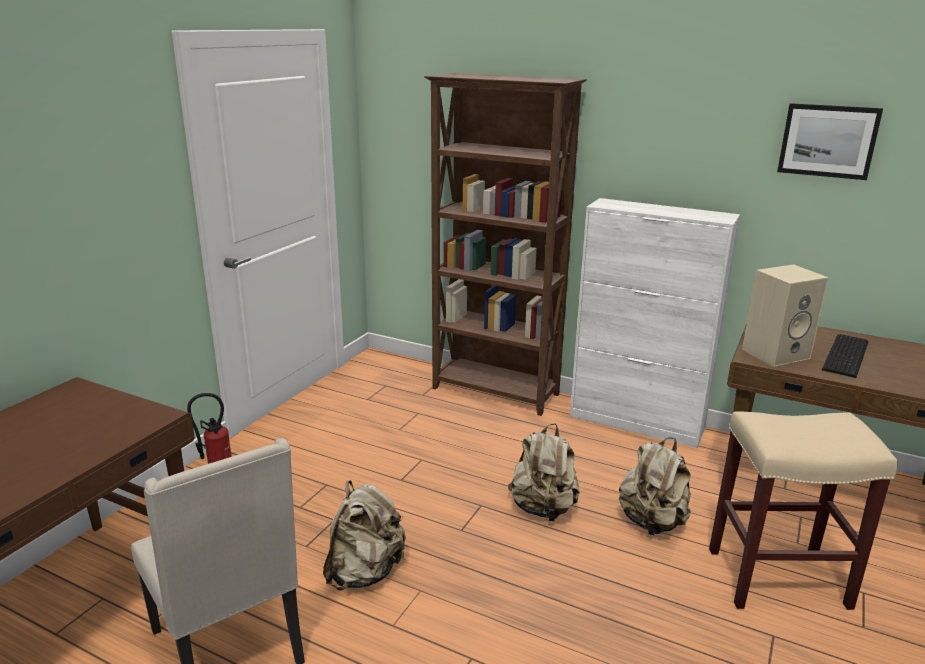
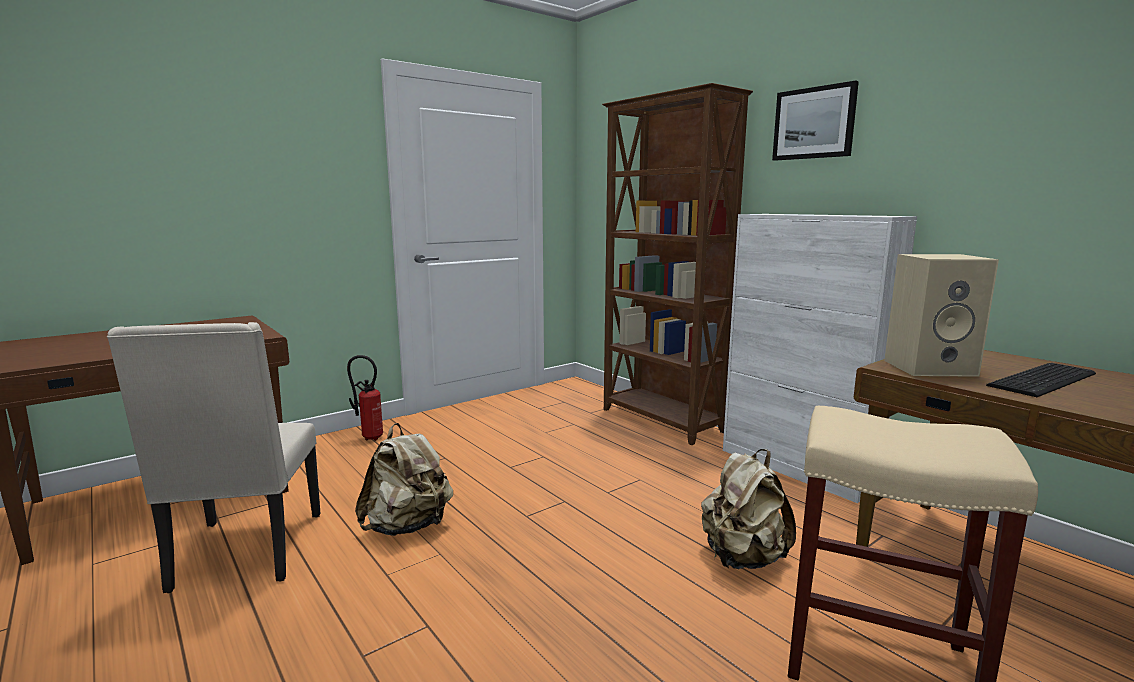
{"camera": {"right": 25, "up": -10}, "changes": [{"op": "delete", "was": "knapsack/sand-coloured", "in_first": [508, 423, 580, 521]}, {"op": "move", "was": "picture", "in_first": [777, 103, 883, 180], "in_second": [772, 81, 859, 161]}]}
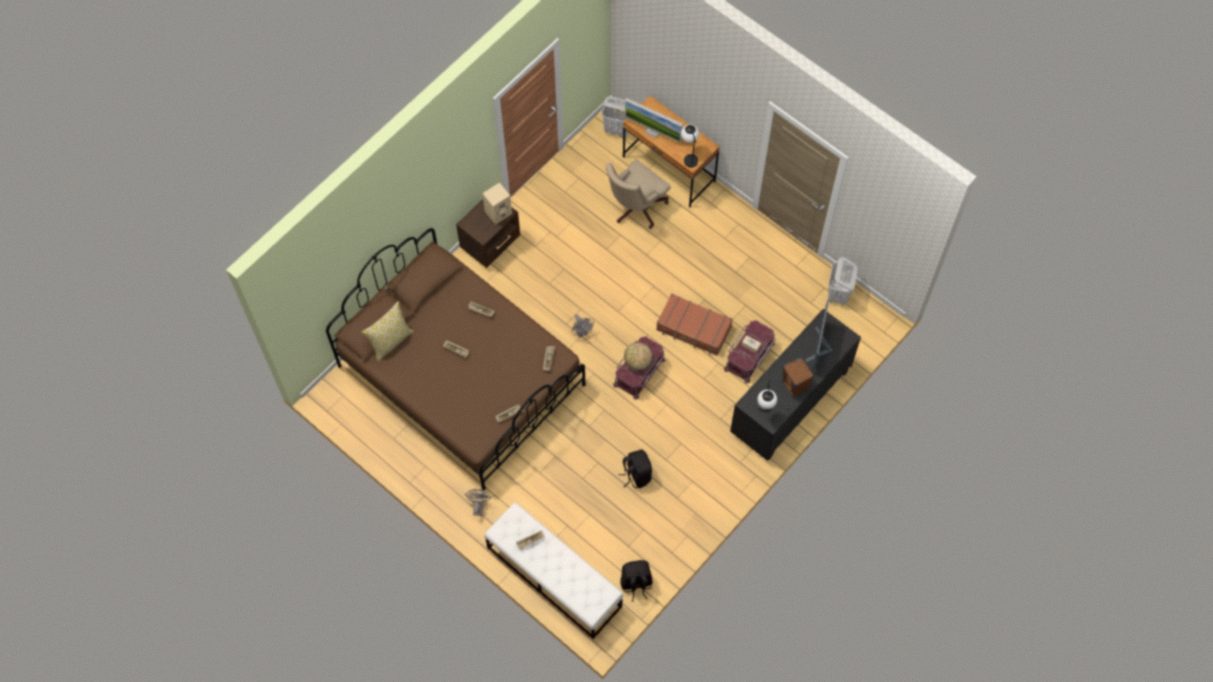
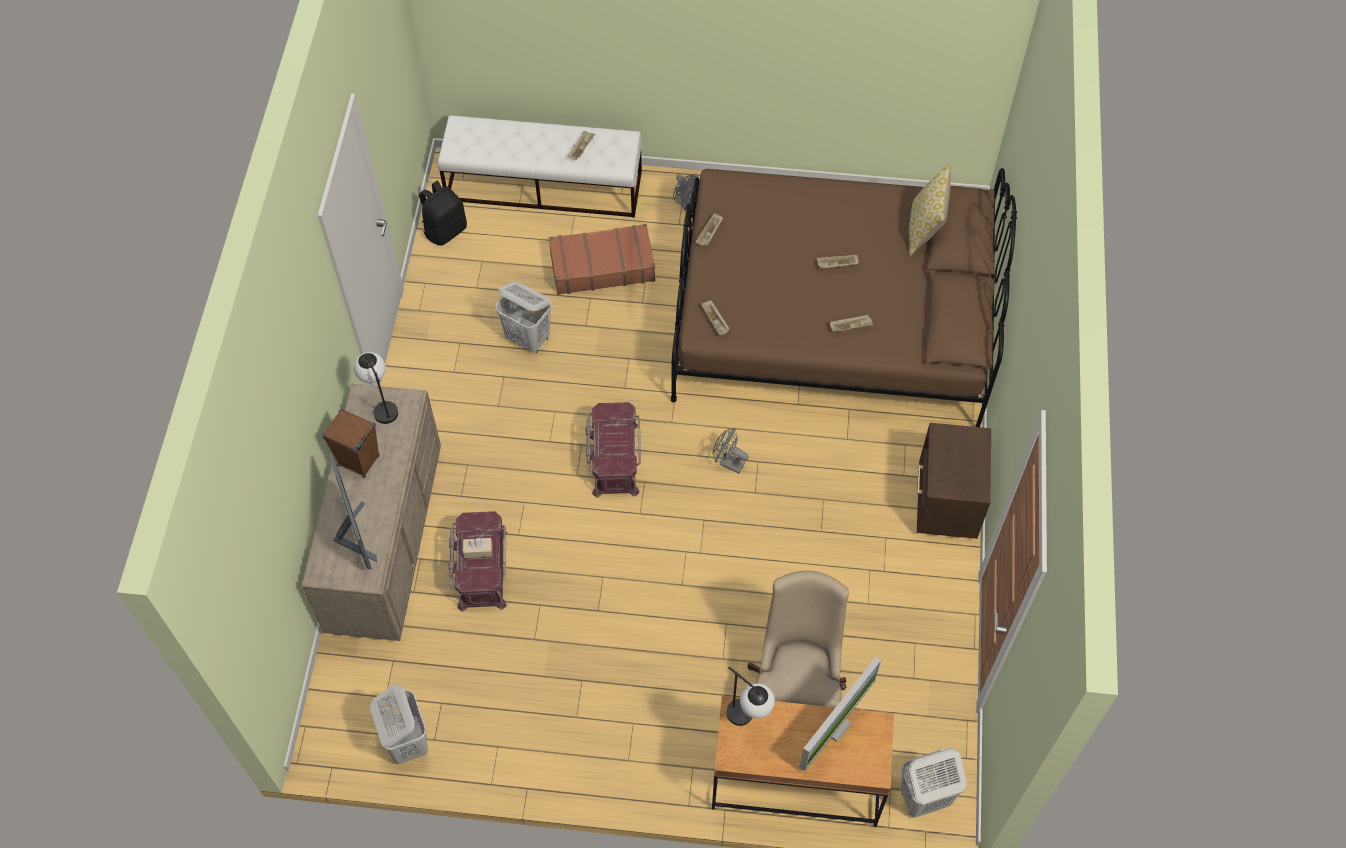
{"camera": {"right": 145, "up": -5}, "changes": [{"op": "delete", "was": "speaker/sand-coloured", "in_first": [482, 183, 512, 224]}, {"op": "replace", "was": "knapsack/blackish", "now": "washing basket/whitish", "in_first": [618, 449, 652, 489], "in_second": [495, 282, 551, 353]}, {"op": "delete", "was": "desk globe", "in_first": [624, 342, 652, 370]}, {"op": "rotate", "was": "computer screen", "in_first": [625, 98, 683, 143], "in_second": [799, 657, 881, 771], "clockwise": 135}, {"op": "move", "was": "piece of luggage/brownish", "in_first": [656, 293, 733, 356], "in_second": [549, 224, 655, 295]}, {"op": "recolor", "was": "chest of drawers/blackish", "now": "chest of drawers/sand-coloured", "in_first": [730, 309, 861, 460], "in_second": [301, 384, 441, 641]}]}
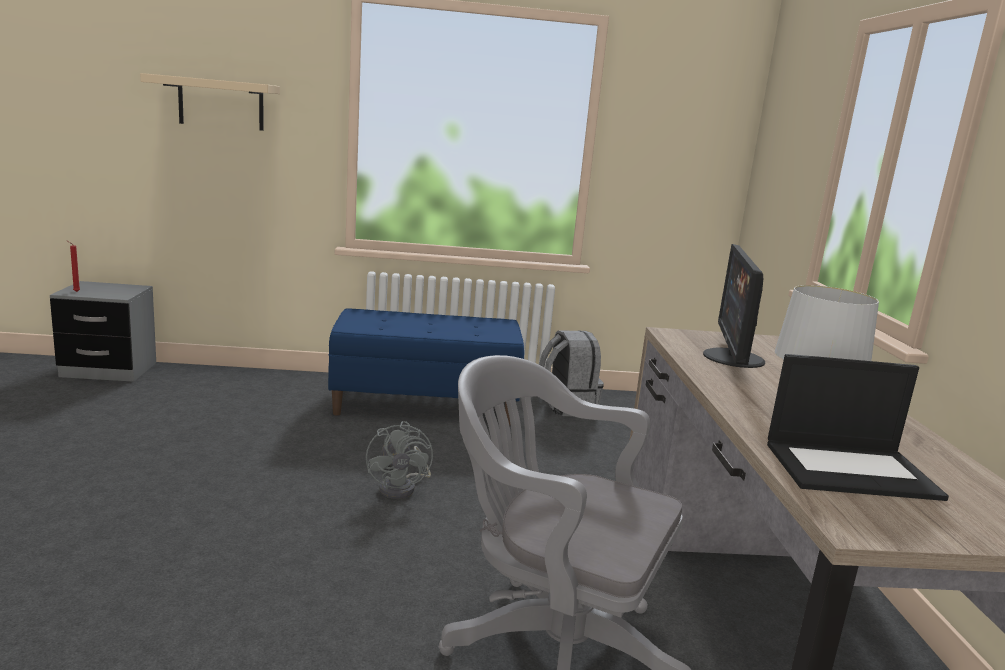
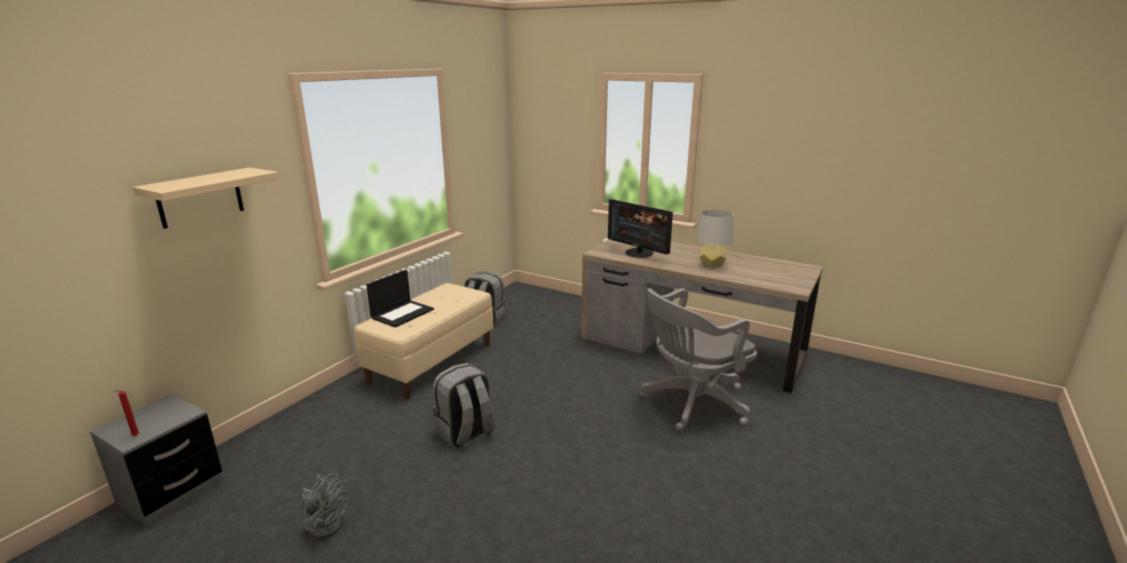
{"camera": {"right": -55, "up": 5}, "changes": [{"op": "recolor", "was": "bench/blue", "now": "bench/sand-coloured", "in_first": [328, 308, 524, 425], "in_second": [354, 283, 494, 399]}, {"op": "move", "was": "cooling fan/gray", "in_first": [366, 421, 433, 499], "in_second": [302, 473, 349, 540]}, {"op": "move", "was": "portable computer", "in_first": [767, 354, 949, 501], "in_second": [366, 270, 434, 327]}, {"op": "insert", "now": "knapsack/gray", "in_second": [433, 363, 495, 448]}]}
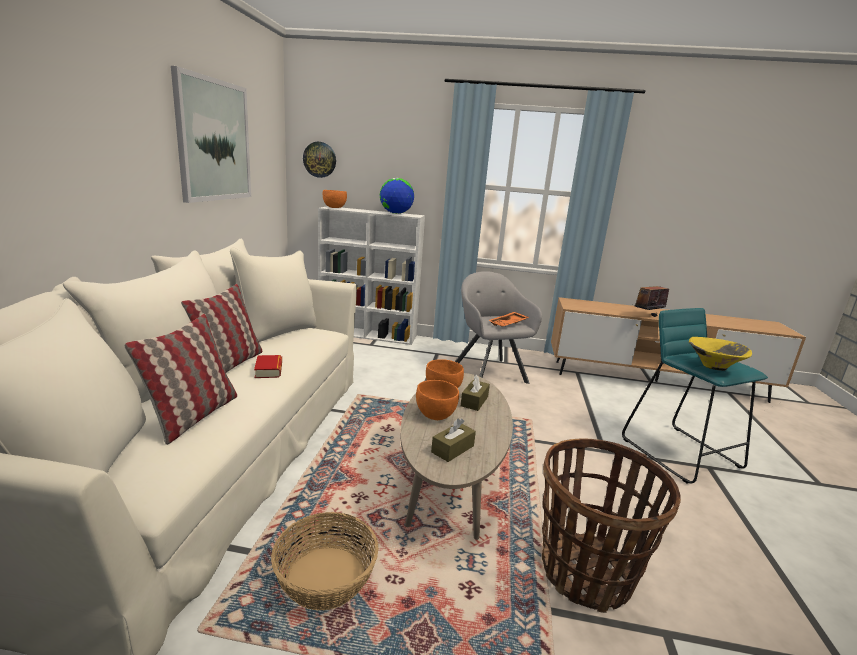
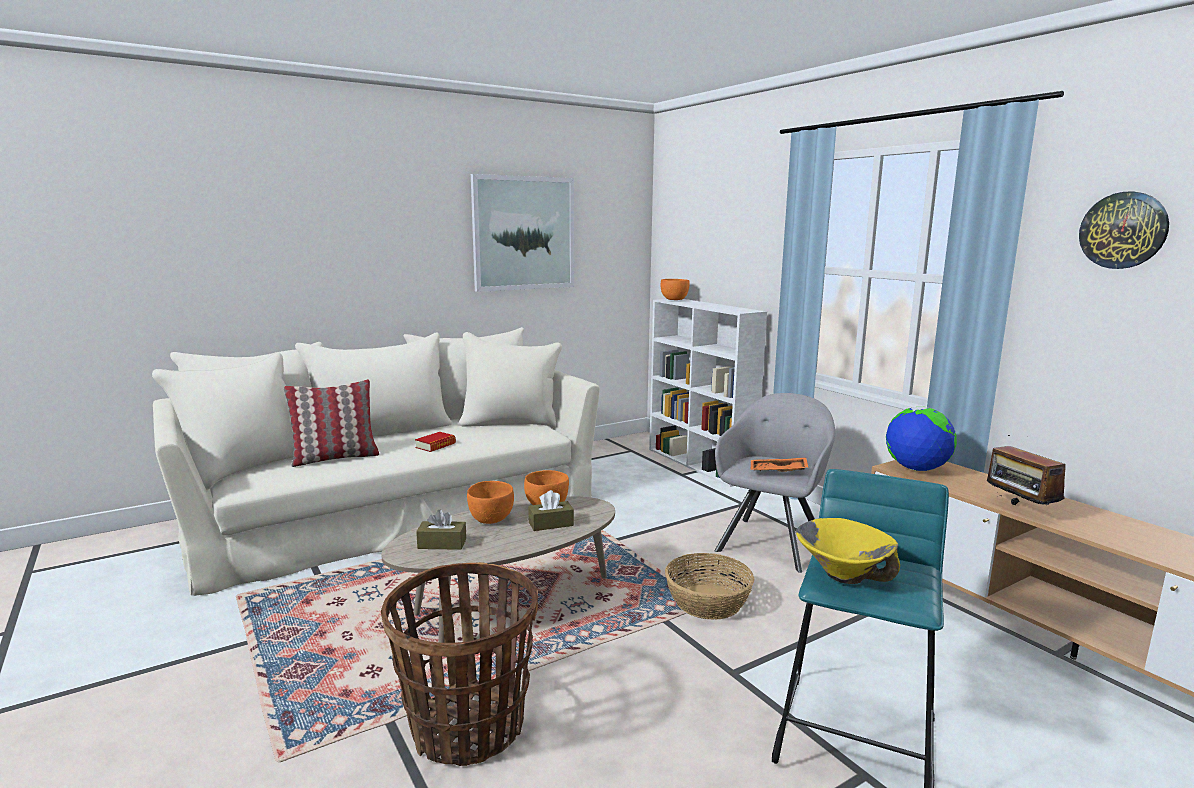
{"camera": {"right": 50, "up": -5}, "changes": [{"op": "delete", "was": "pillow", "in_first": [181, 284, 263, 372]}, {"op": "move", "was": "storage basket", "in_first": [271, 512, 379, 610], "in_second": [665, 553, 755, 620]}, {"op": "move", "was": "wall clock", "in_first": [303, 142, 336, 178], "in_second": [1079, 191, 1169, 269]}, {"op": "move", "was": "desk globe", "in_first": [380, 178, 414, 214], "in_second": [886, 407, 957, 471]}, {"op": "rotate", "was": "radio set", "in_first": [635, 279, 669, 317], "in_second": [987, 435, 1066, 505], "clockwise": -120}]}
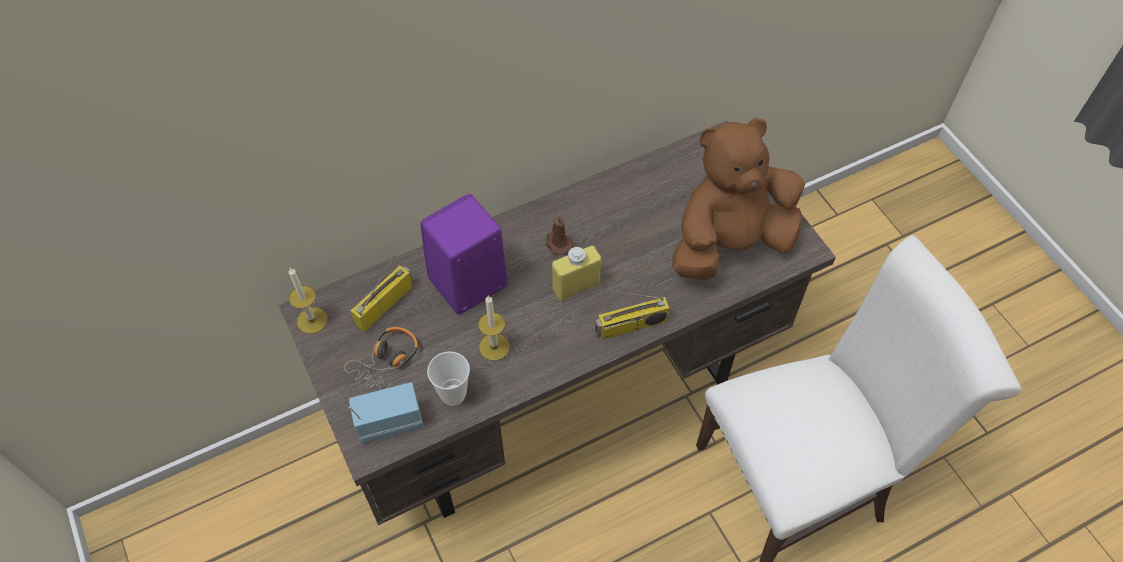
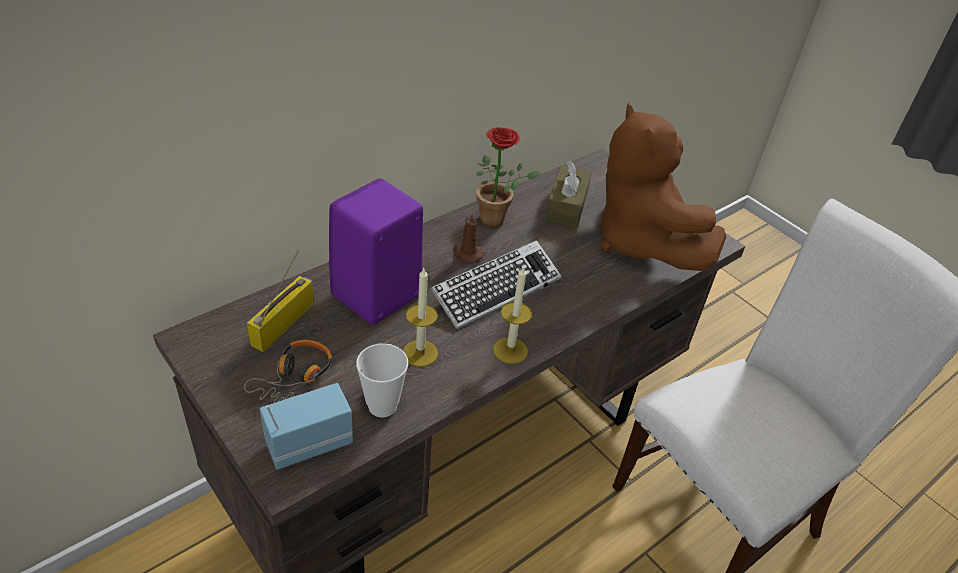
{"camera": {"right": -15, "up": -15}, "changes": [{"op": "move", "was": "candle", "in_first": [288, 268, 327, 334], "in_second": [493, 265, 532, 364]}, {"op": "replace", "was": "drink bottle/yellow-coloured", "now": "keyboard", "in_first": [552, 245, 601, 301], "in_second": [431, 240, 562, 330]}, {"op": "delete", "was": "radio set", "in_first": [595, 291, 670, 340]}, {"op": "rotate", "was": "plush toy/brownish", "in_first": [672, 118, 805, 280], "in_second": [599, 102, 726, 271], "clockwise": -75}, {"op": "insert", "now": "plant in a pot", "in_second": [476, 127, 541, 227]}, {"op": "insert", "now": "box of tissues/brownish", "in_second": [545, 161, 591, 228]}]}
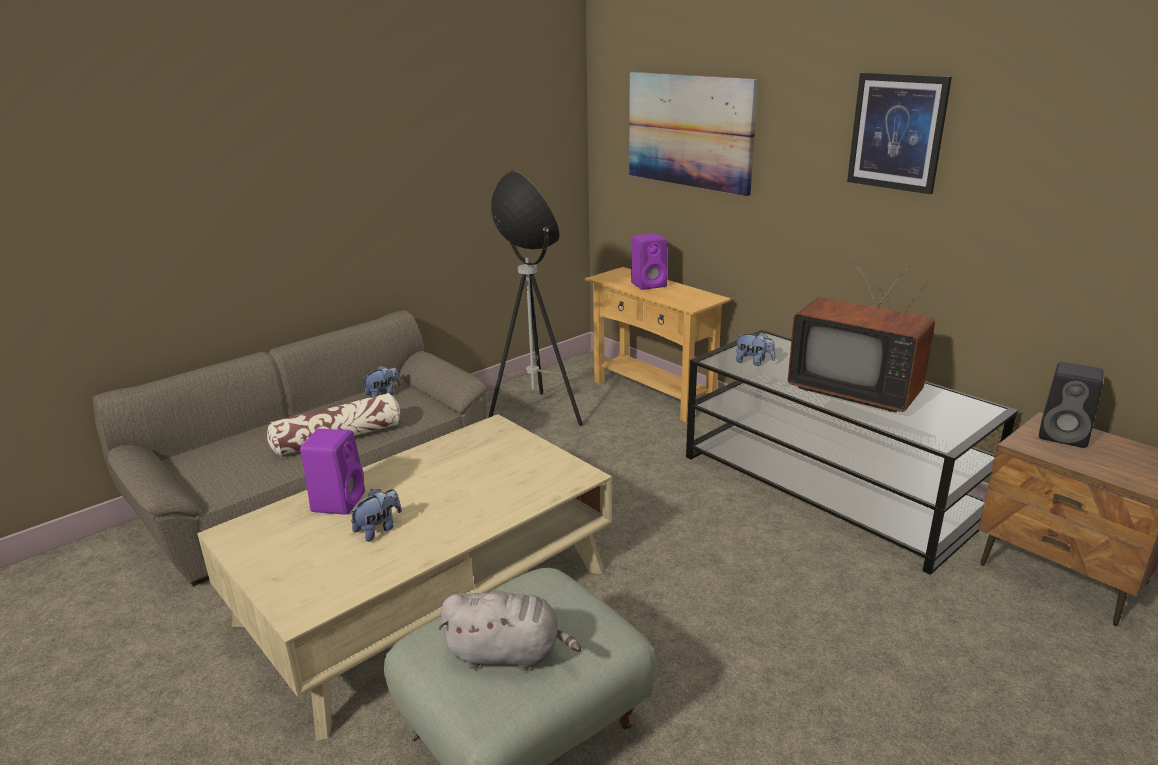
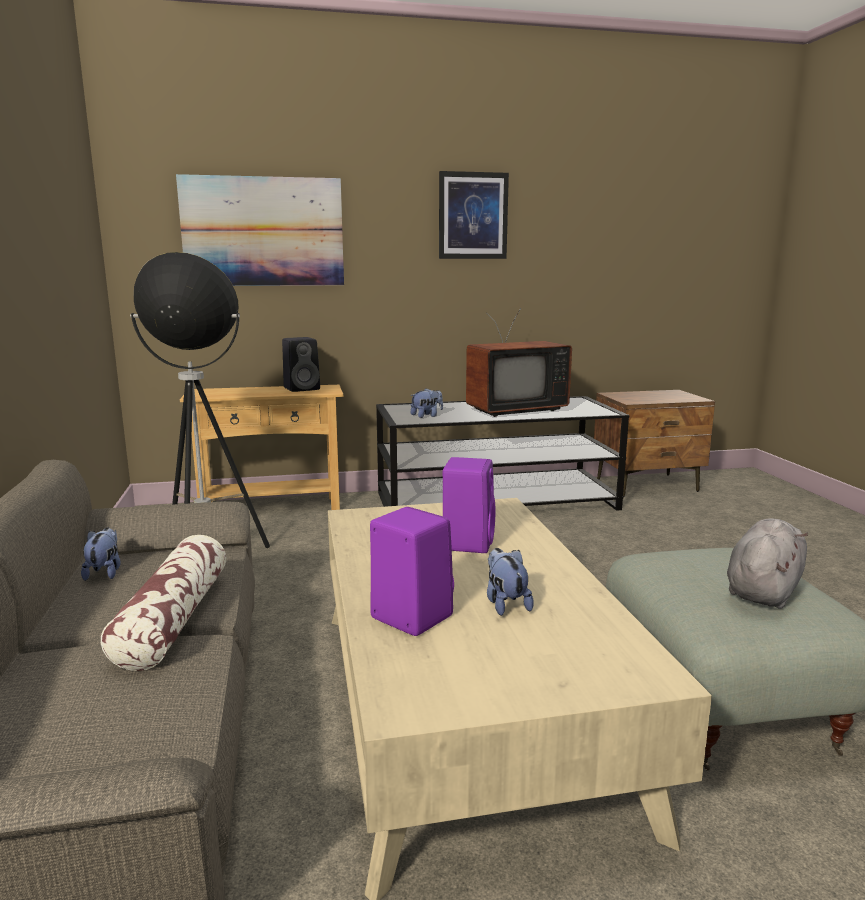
{"camera": {"right": -60, "up": -10}, "changes": [{"op": "move", "was": "speaker/purplish", "in_first": [631, 233, 667, 290], "in_second": [443, 457, 495, 553]}, {"op": "move", "was": "speaker/blackish", "in_first": [1039, 362, 1103, 448], "in_second": [282, 337, 320, 392]}]}
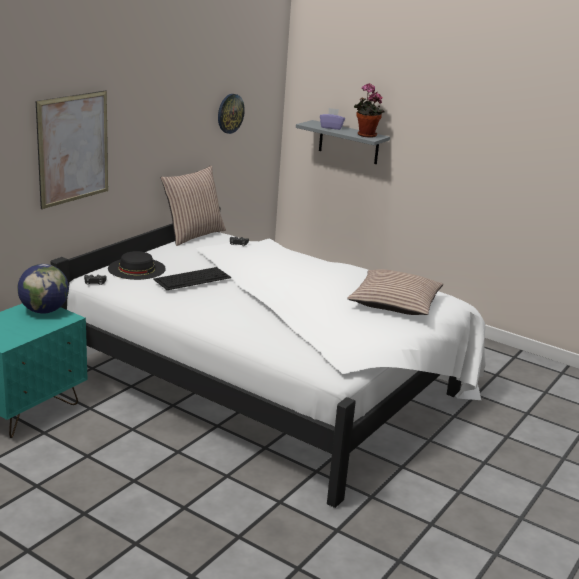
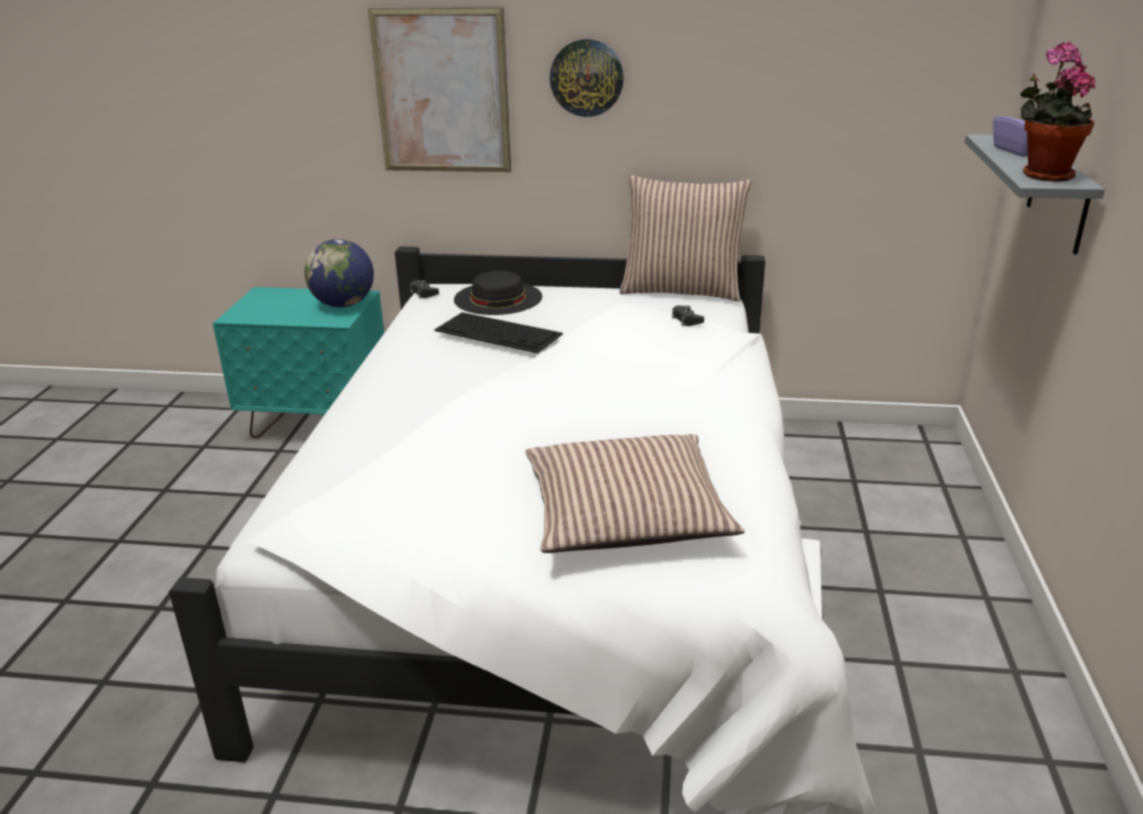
{"camera": {"right": 65, "up": 5}, "changes": [{"op": "move", "was": "wall clock", "in_first": [218, 94, 245, 134], "in_second": [550, 39, 624, 117]}]}
